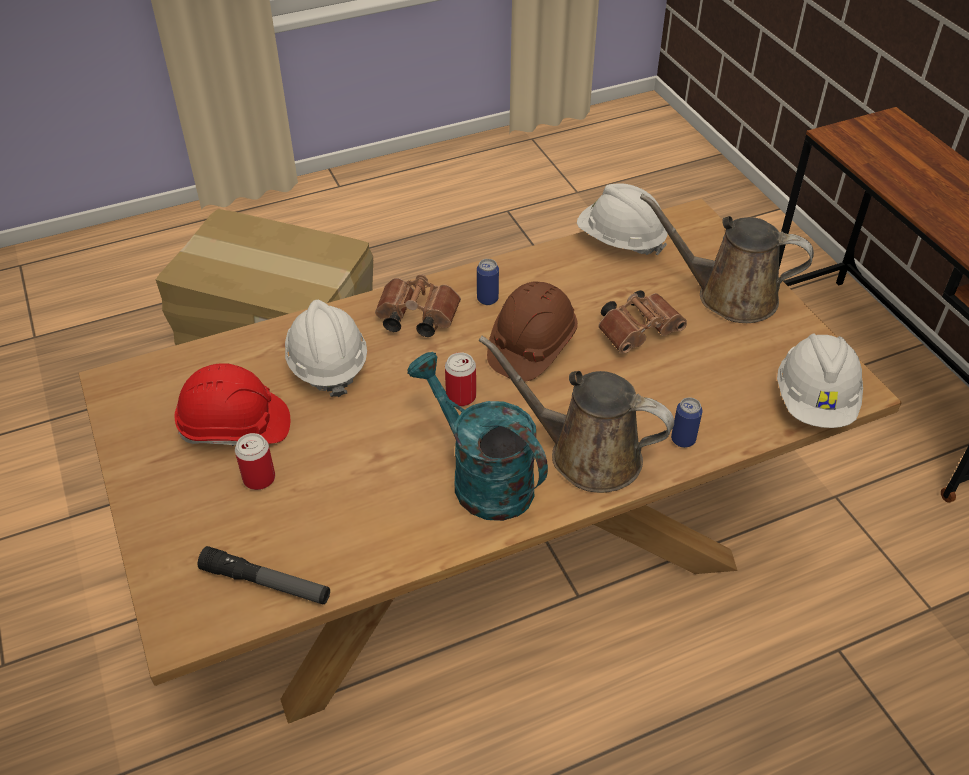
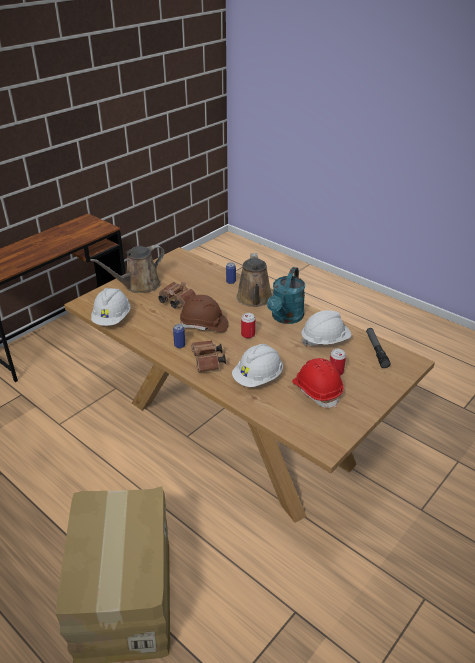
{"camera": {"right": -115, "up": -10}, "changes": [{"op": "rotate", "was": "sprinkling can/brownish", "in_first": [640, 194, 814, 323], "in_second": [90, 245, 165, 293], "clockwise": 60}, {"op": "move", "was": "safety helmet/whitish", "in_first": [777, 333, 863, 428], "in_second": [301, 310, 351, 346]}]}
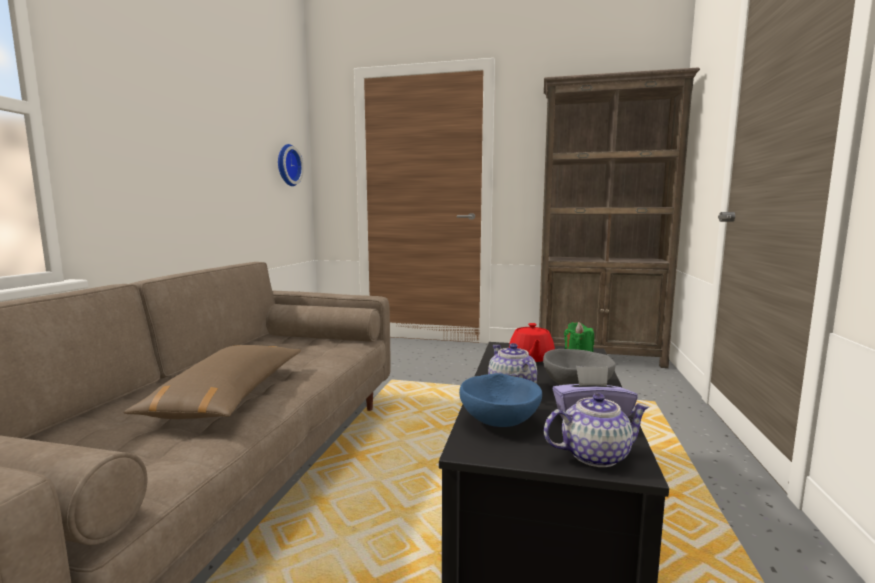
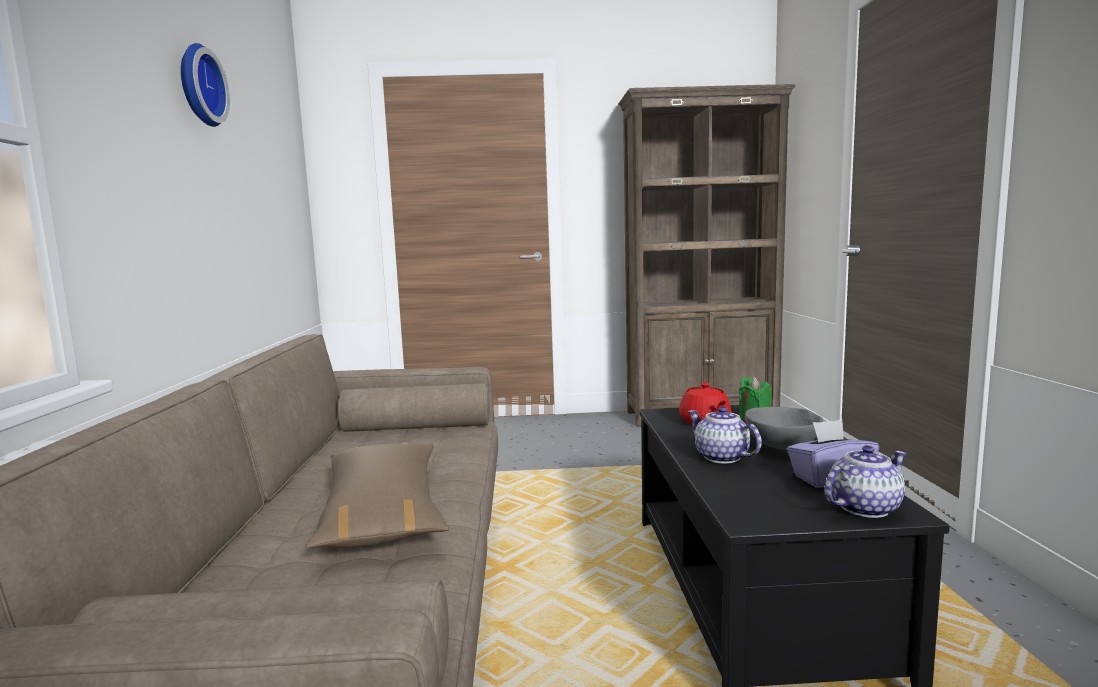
{"camera": {"right": -15, "up": 0}, "changes": [{"op": "move", "was": "wall clock", "in_first": [278, 144, 304, 186], "in_second": [181, 43, 230, 127]}, {"op": "delete", "was": "deep dish/blue", "in_first": [459, 373, 542, 427]}]}
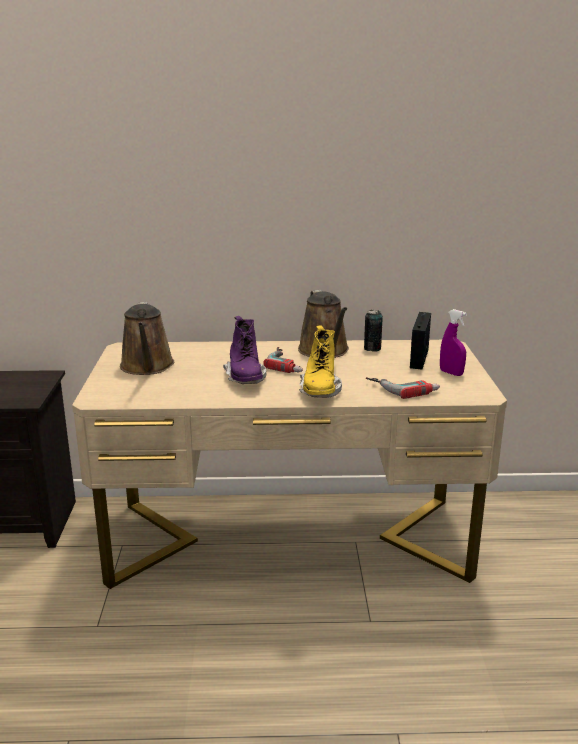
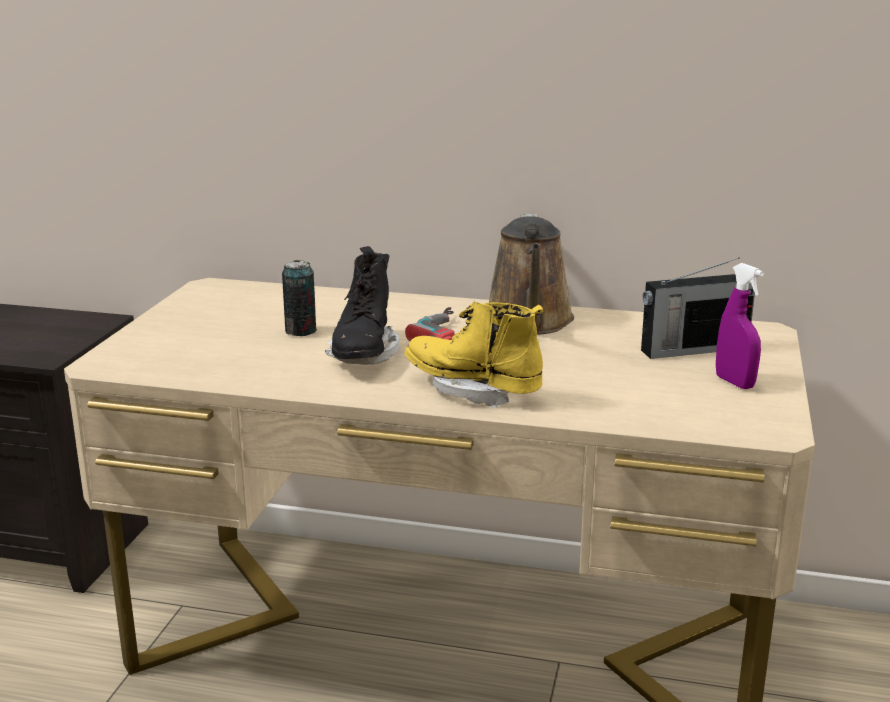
{"camera": {"right": 15, "up": 0}, "changes": [{"op": "delete", "was": "sprinkling can/brownish", "in_first": [120, 302, 174, 375]}, {"op": "recolor", "was": "high-top boot/purplish", "now": "high-top boot/blackish", "in_first": [223, 316, 266, 384], "in_second": [325, 246, 399, 365]}, {"op": "rotate", "was": "high-top boot/yellow-coloured", "in_first": [299, 325, 342, 398], "in_second": [405, 302, 544, 408], "clockwise": 105}, {"op": "move", "was": "can", "in_first": [364, 310, 383, 352], "in_second": [282, 260, 317, 336]}, {"op": "delete", "was": "power drill", "in_first": [366, 377, 440, 399]}, {"op": "rotate", "was": "radio set", "in_first": [410, 312, 431, 370], "in_second": [641, 257, 755, 359], "clockwise": -135}]}
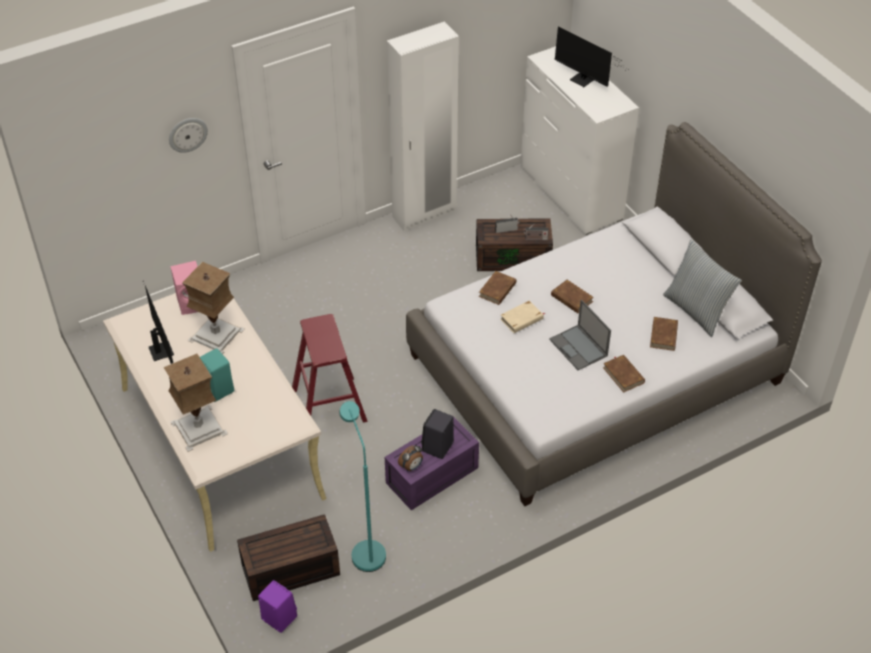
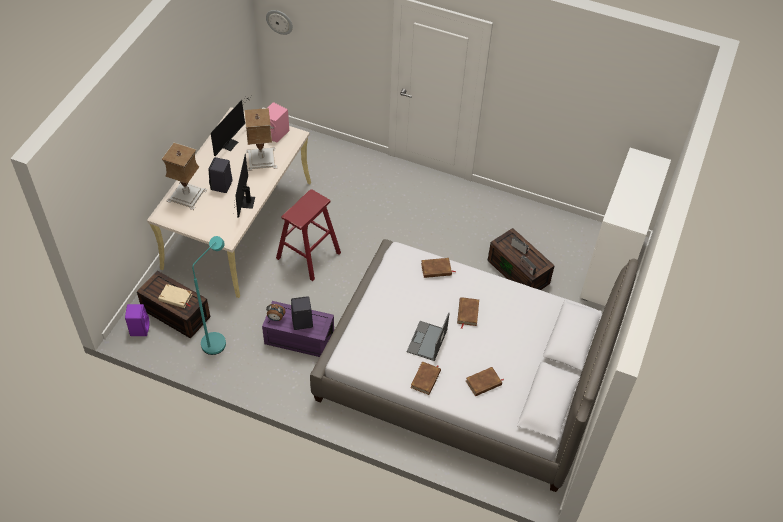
{"camera": {"right": 50, "up": 5}, "changes": [{"op": "move", "was": "wall clock", "in_first": [169, 118, 208, 153], "in_second": [266, 10, 293, 35]}, {"op": "recolor", "was": "speaker/turquoise", "now": "speaker/blackish", "in_first": [200, 348, 234, 402], "in_second": [209, 157, 233, 193]}, {"op": "delete", "was": "wardrobe/whitish", "in_first": [387, 21, 459, 231]}, {"op": "move", "was": "book/sand-coloured", "in_first": [500, 301, 545, 333], "in_second": [158, 284, 192, 308]}, {"op": "move", "was": "computer screen", "in_first": [555, 26, 628, 87], "in_second": [235, 153, 255, 218]}, {"op": "delete", "was": "pillow", "in_first": [663, 240, 742, 337]}]}
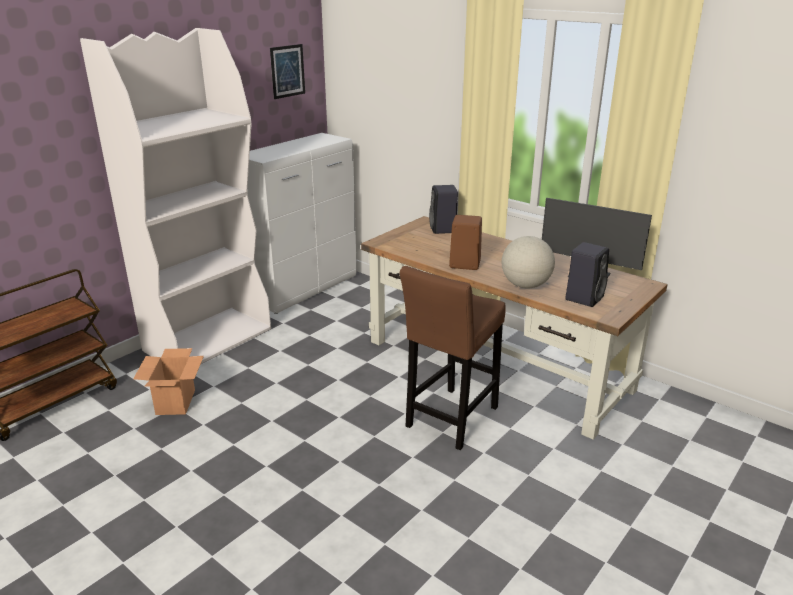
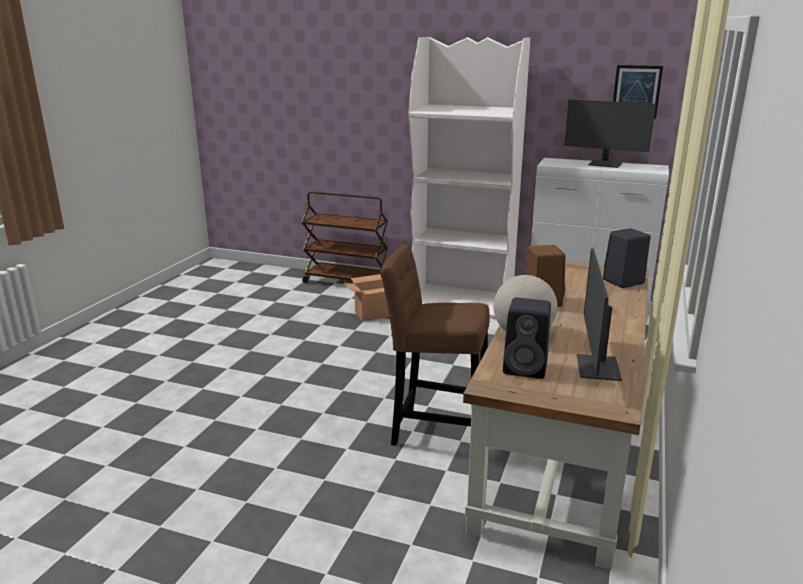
{"camera": {"right": 70, "up": -5}, "changes": [{"op": "insert", "now": "computer screen", "in_second": [564, 99, 656, 168]}]}
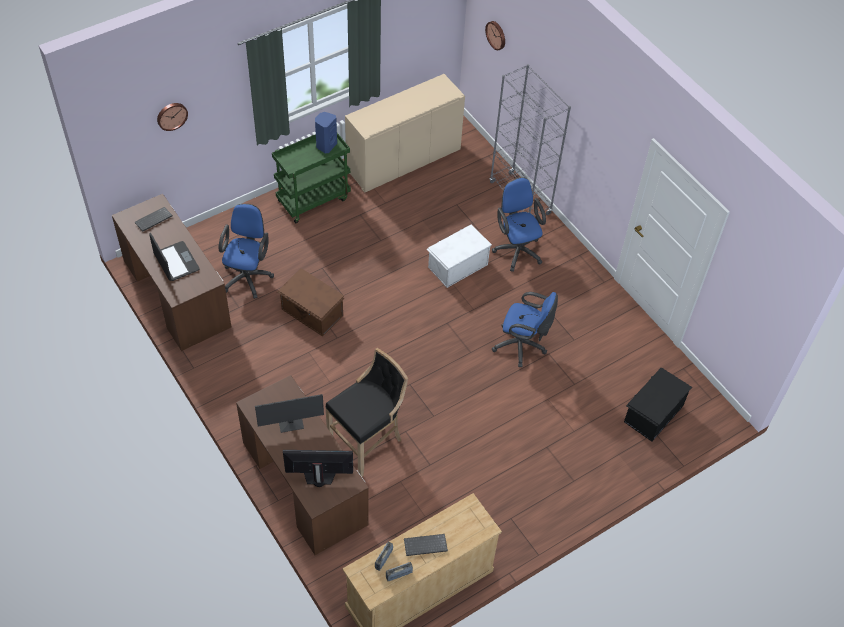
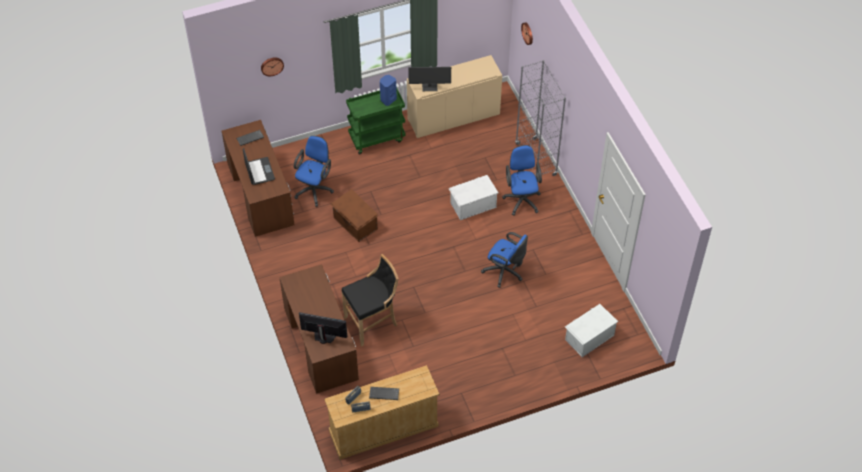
{"camera": {"right": 15, "up": 0}, "changes": [{"op": "move", "was": "computer screen", "in_first": [255, 394, 324, 433], "in_second": [408, 67, 451, 91]}, {"op": "recolor", "was": "storage box/blackish", "now": "storage box/whitish", "in_first": [624, 368, 692, 442], "in_second": [565, 304, 618, 357]}]}
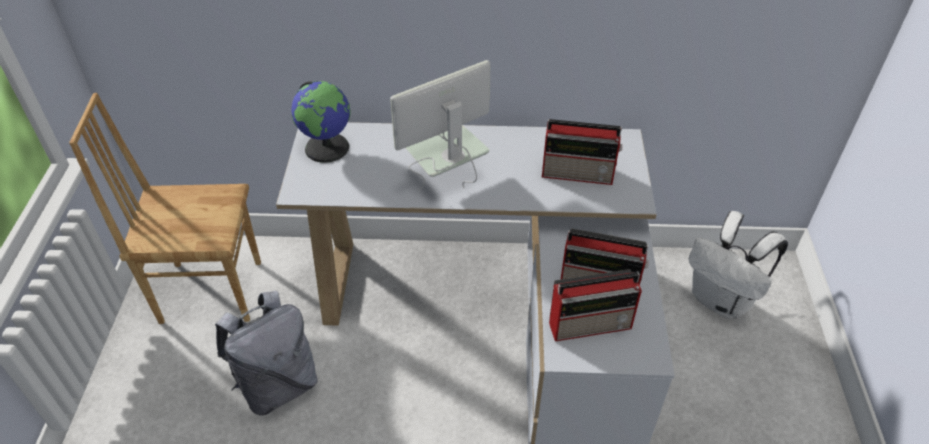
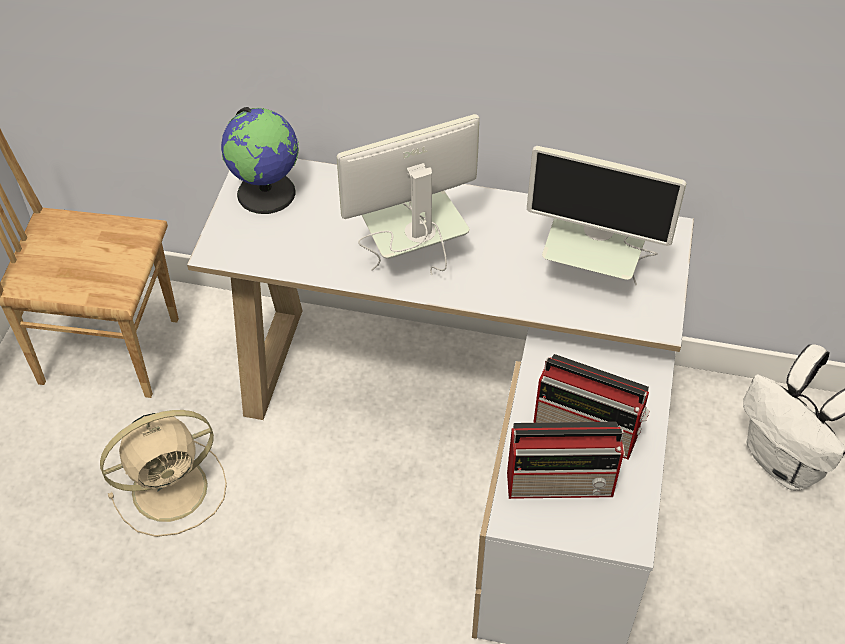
{"camera": {"right": 10, "up": 5}, "changes": [{"op": "replace", "was": "knapsack/gray", "now": "cooling fan/sand-coloured", "in_first": [215, 291, 318, 415], "in_second": [100, 410, 227, 537]}, {"op": "replace", "was": "radio set", "now": "computer screen", "in_first": [542, 119, 622, 185], "in_second": [527, 146, 686, 285]}]}
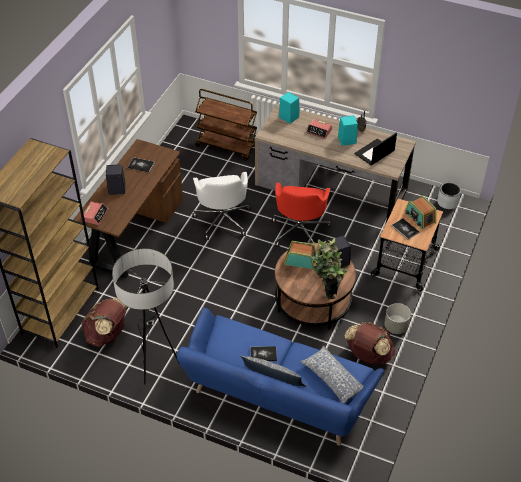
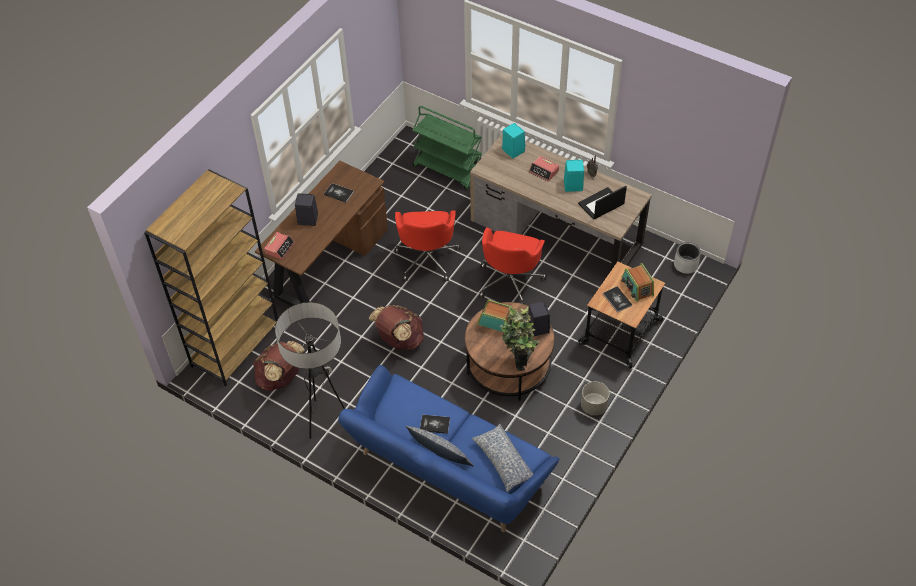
{"camera": {"right": 10, "up": 5}, "changes": [{"op": "recolor", "was": "office chair/whitish", "now": "office chair/reddish", "in_first": [192, 172, 251, 240], "in_second": [394, 210, 460, 281]}, {"op": "recolor", "was": "trolley/brownish", "now": "trolley/greenish", "in_first": [195, 89, 257, 161], "in_second": [413, 106, 482, 190]}, {"op": "move", "was": "knapsack/brownish", "in_first": [345, 322, 396, 365], "in_second": [369, 305, 424, 350]}]}
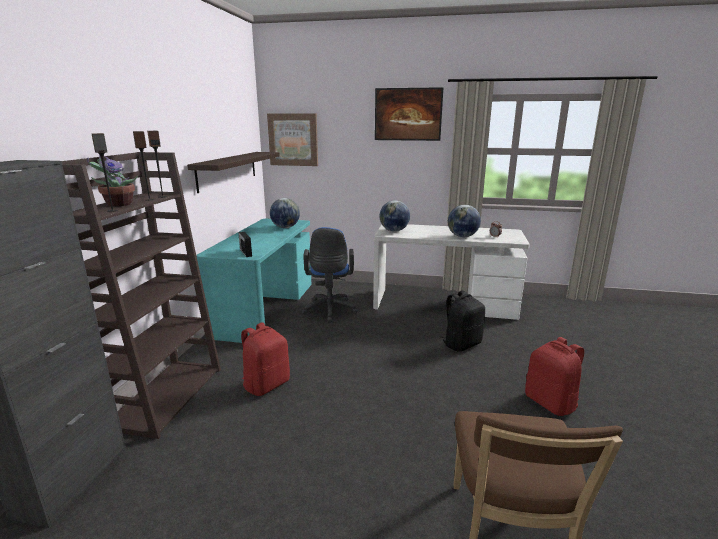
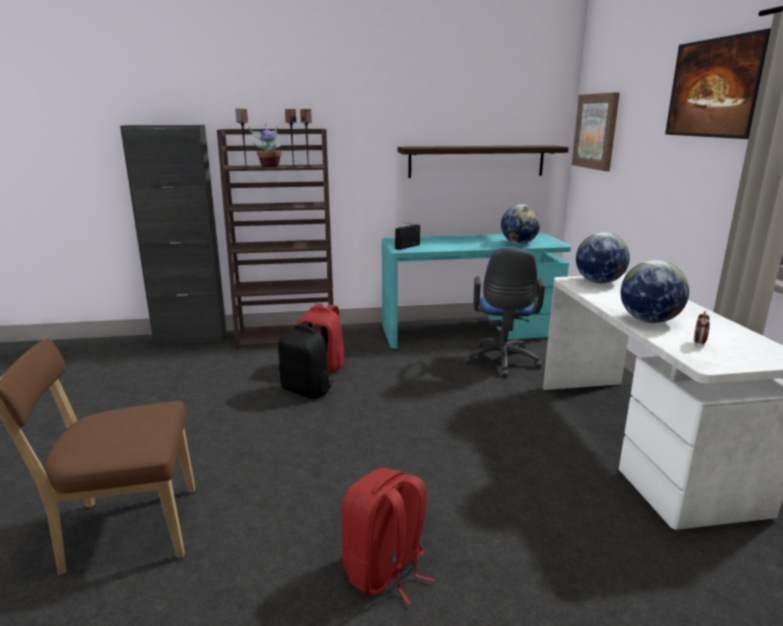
{"camera": {"right": 70, "up": 0}, "changes": [{"op": "rotate", "was": "office chair/blue", "in_first": [302, 227, 358, 322], "in_second": [464, 247, 545, 377], "clockwise": -60}, {"op": "move", "was": "knapsack/blackish", "in_first": [440, 291, 485, 351], "in_second": [278, 321, 334, 399]}]}
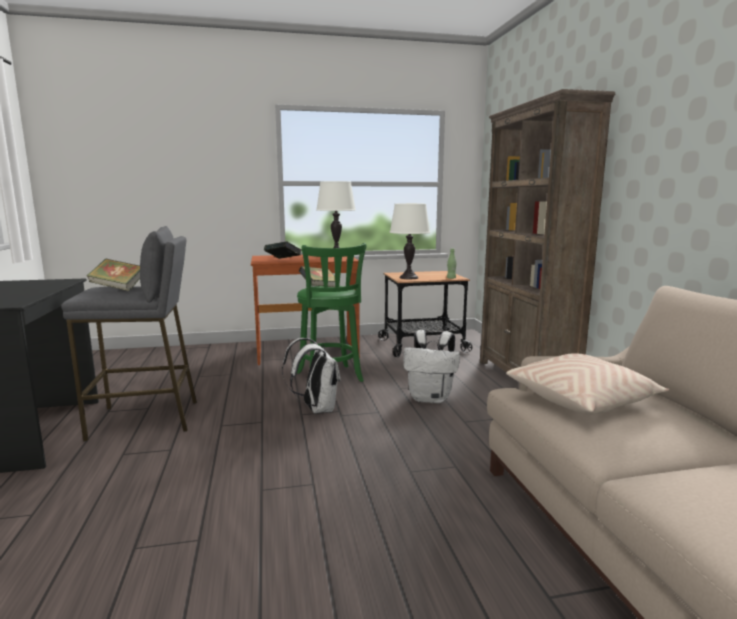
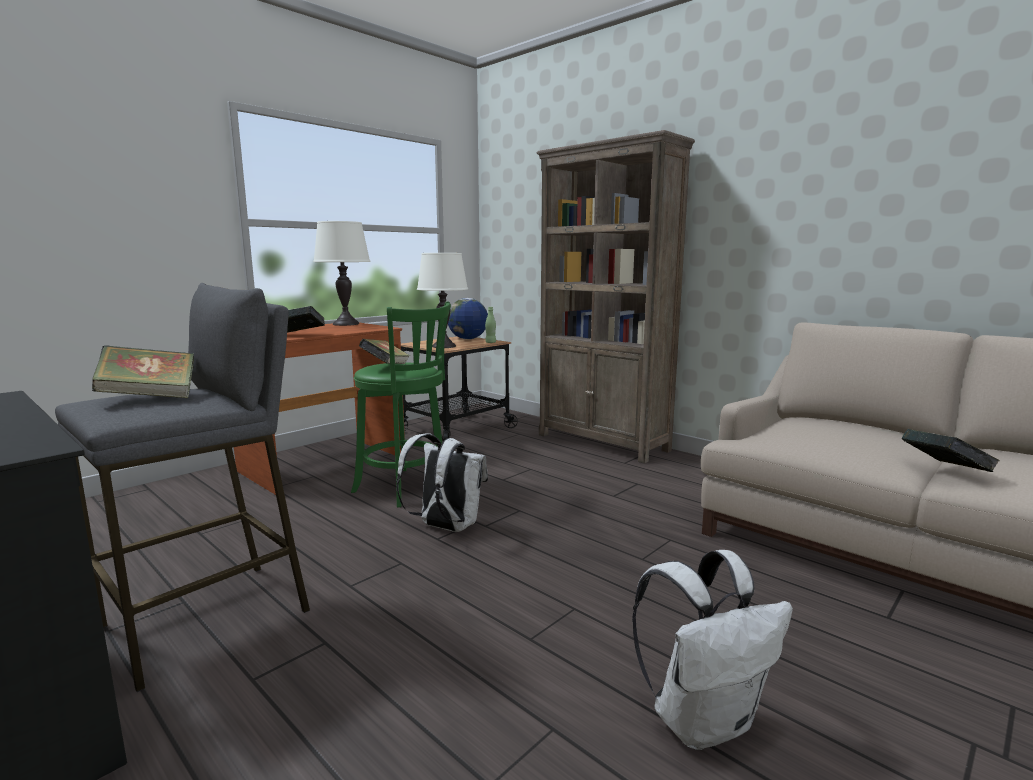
{"camera": {"right": -35, "up": 0}, "changes": [{"op": "move", "was": "knapsack/whitish", "in_first": [403, 330, 460, 403], "in_second": [632, 550, 793, 750]}, {"op": "delete", "was": "pillow/sand-coloured", "in_first": [506, 353, 669, 415]}, {"op": "insert", "now": "desk globe", "in_second": [448, 298, 488, 339]}, {"op": "insert", "now": "book", "in_second": [902, 429, 1000, 472]}]}
